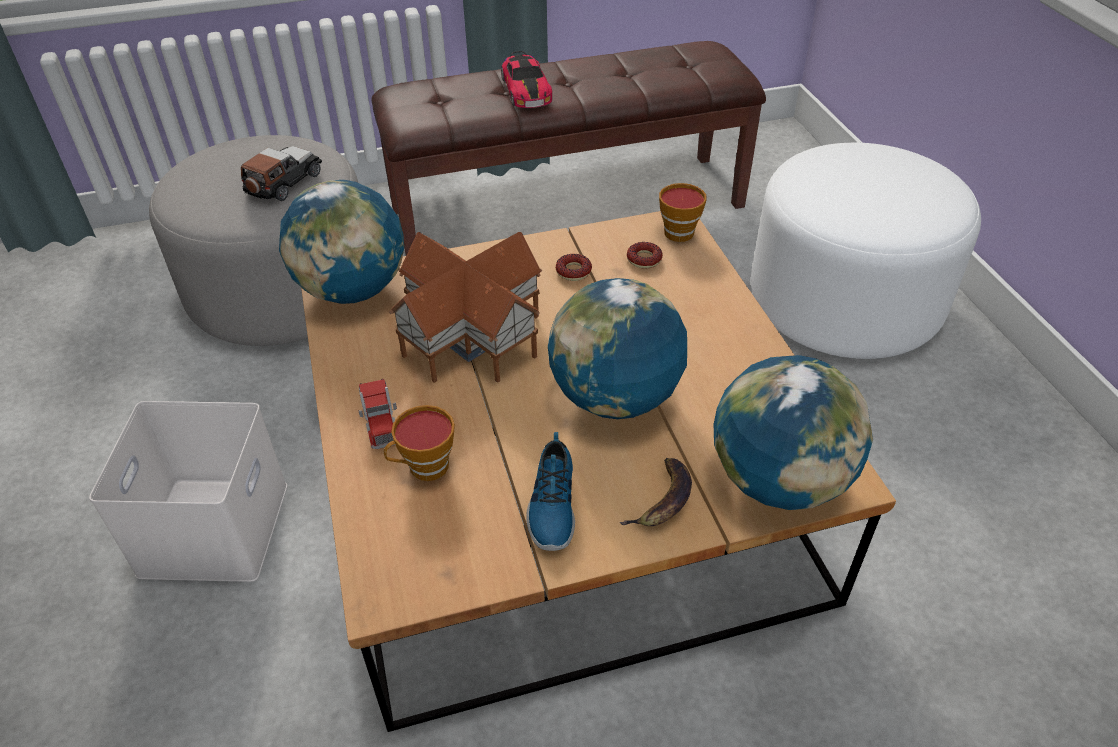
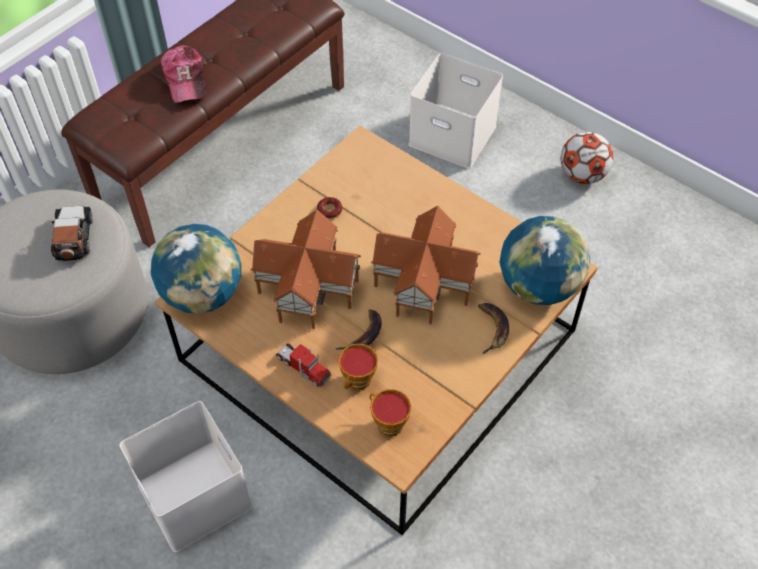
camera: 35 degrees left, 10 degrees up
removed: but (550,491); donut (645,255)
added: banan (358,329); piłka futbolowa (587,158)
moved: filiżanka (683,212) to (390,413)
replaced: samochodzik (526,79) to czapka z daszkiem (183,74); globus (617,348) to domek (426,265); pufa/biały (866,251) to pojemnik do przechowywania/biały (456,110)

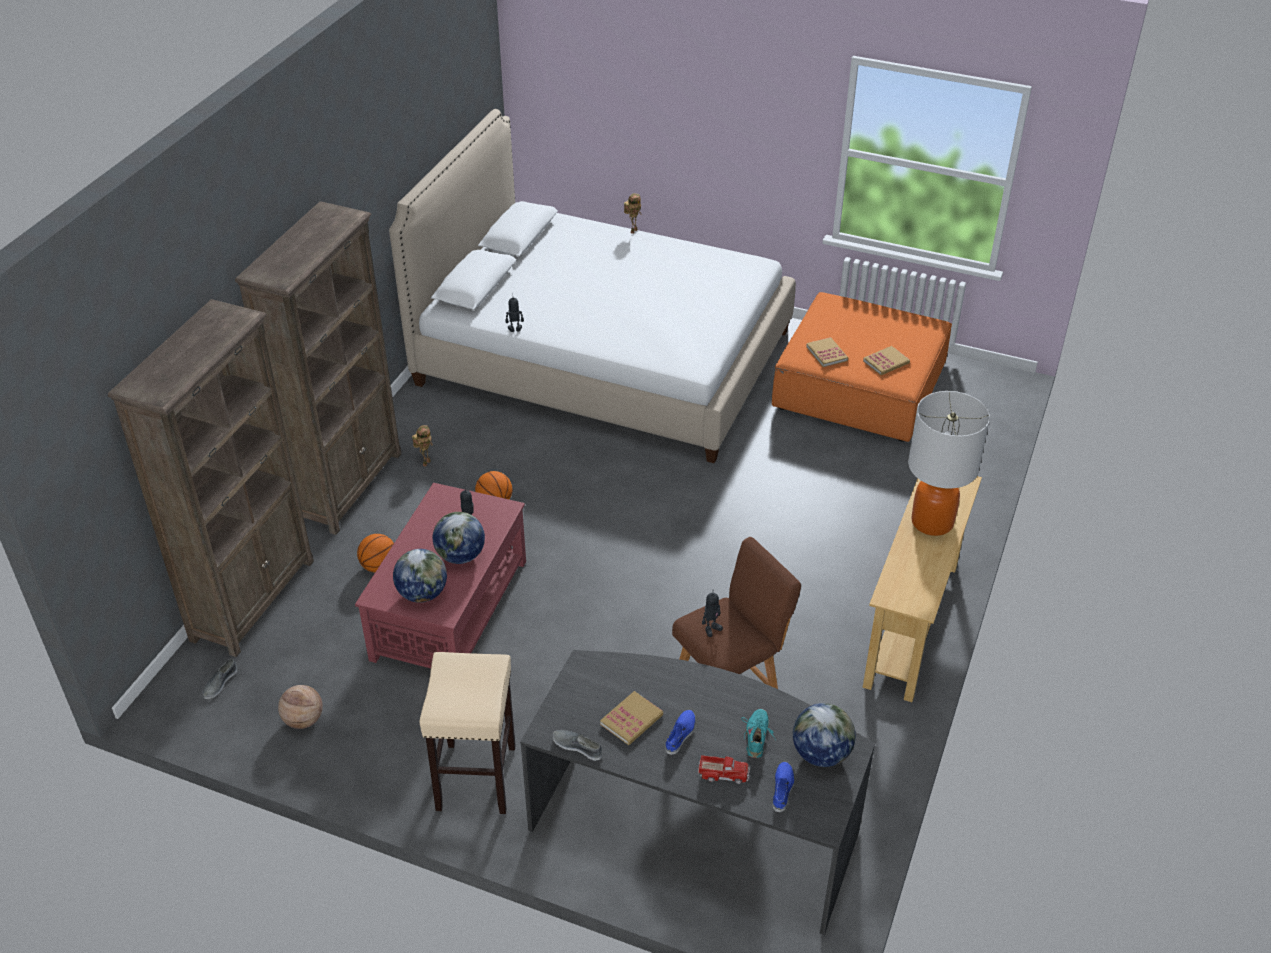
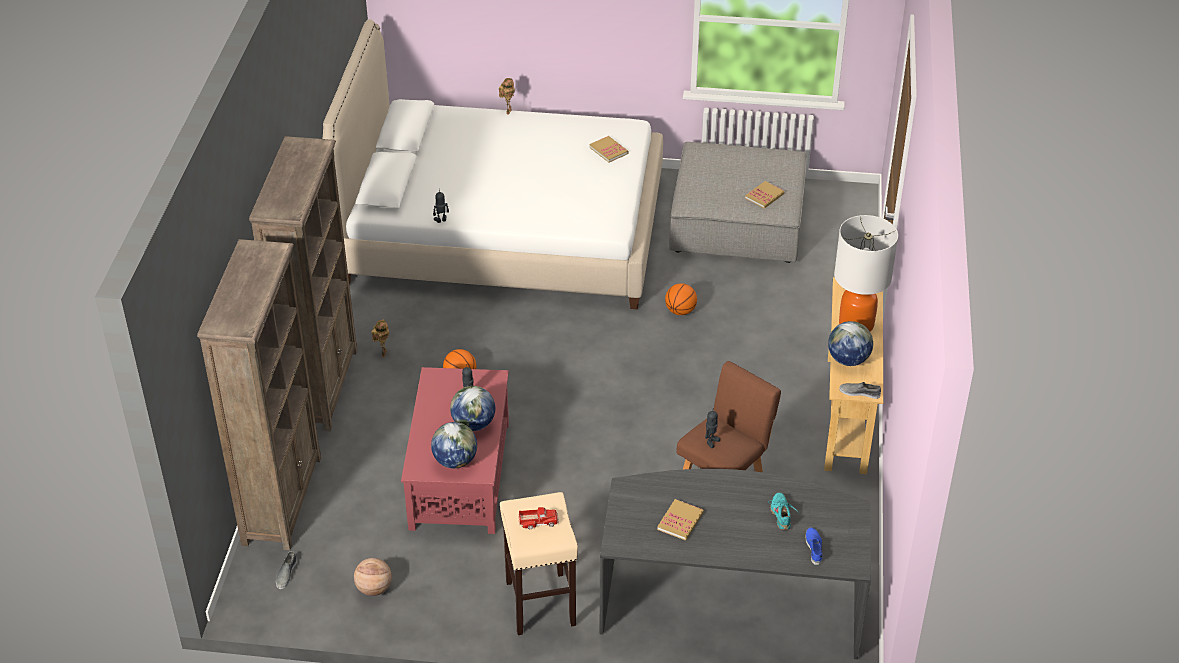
camera: 15 degrees left, 0 degrees up
removed: but/niebieski (680,732)
moved: piłka do koszykówki (375,553) to (681,299); but/szary (577,745) to (860,390); ciężarówka zabawkowa (724,769) to (538,518); globus (824,735) to (850,343); książka (827,352) to (608,149)
recoloured: pufa/pomarańczowy (862,367) to pufa/szary (738,202)

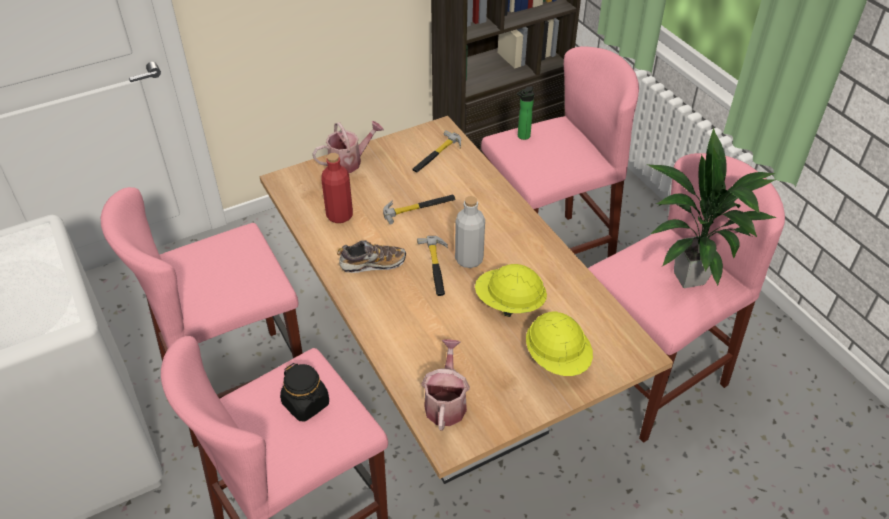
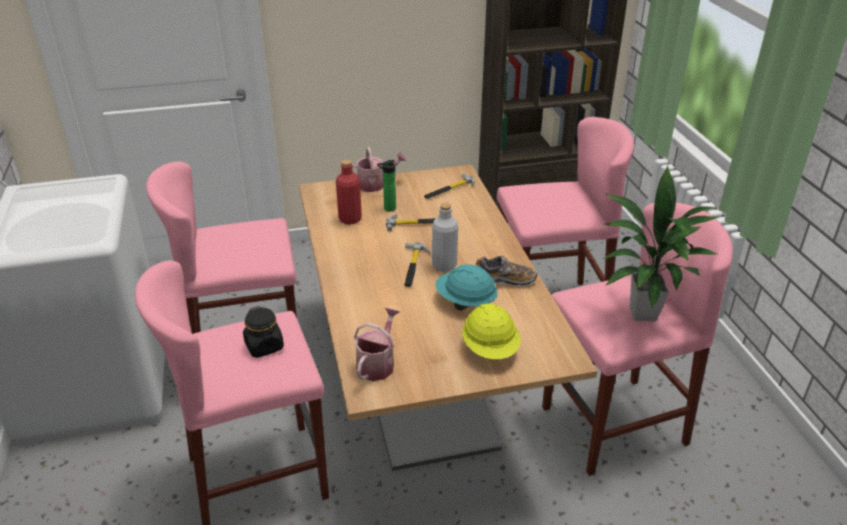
camera: 15 degrees right, 10 degrees down
moved: but (371,256) to (506,271); butelka (525,113) to (386,186)
recoloured: kask/żółty (511,290) to kask/turkusowy (466,287)

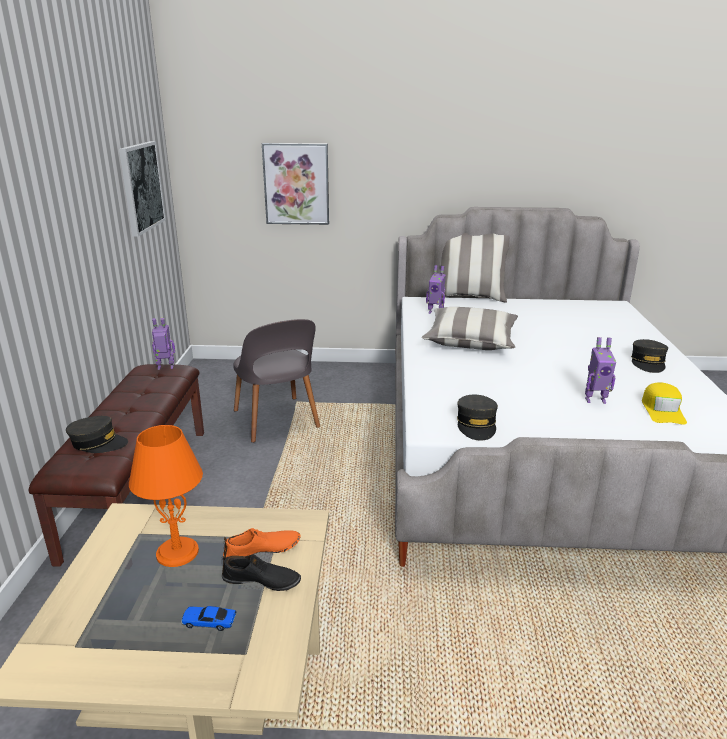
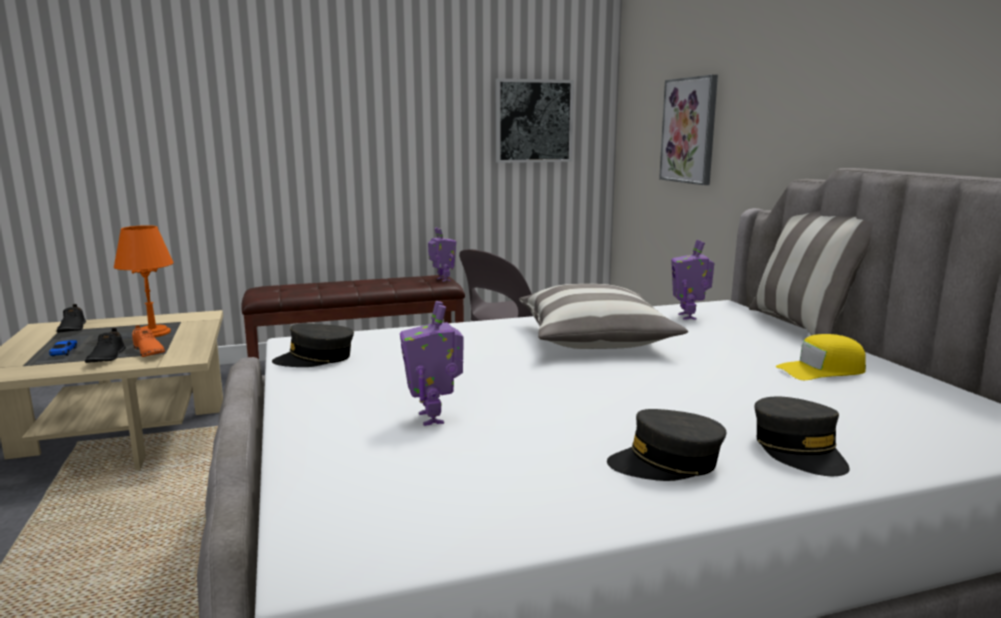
camera: 70 degrees right, 10 degrees down
added: but/czarny (71,318)
moved: czapka z daszkiem/szary (97,434) to (802,436); czapka z daszkiem/żółty (664,403) to (820,357)

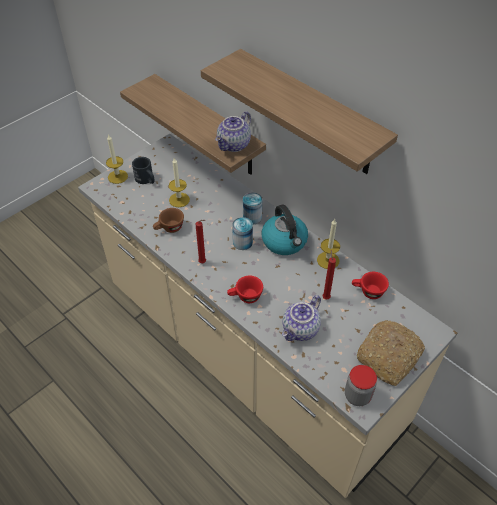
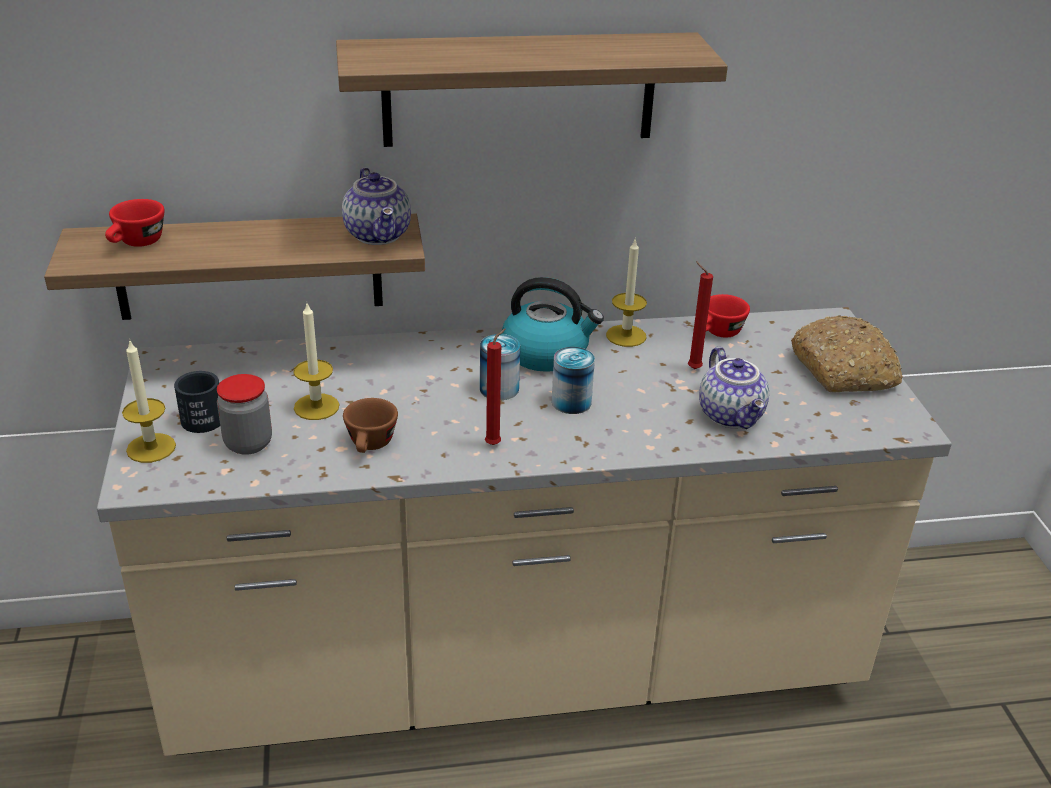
camera: 55 degrees left, 15 degrees down
moved: filiżanka/czerwony (245,289) to (134,223); puszka (252,208) to (573,380); słoik (361,385) to (244,414)

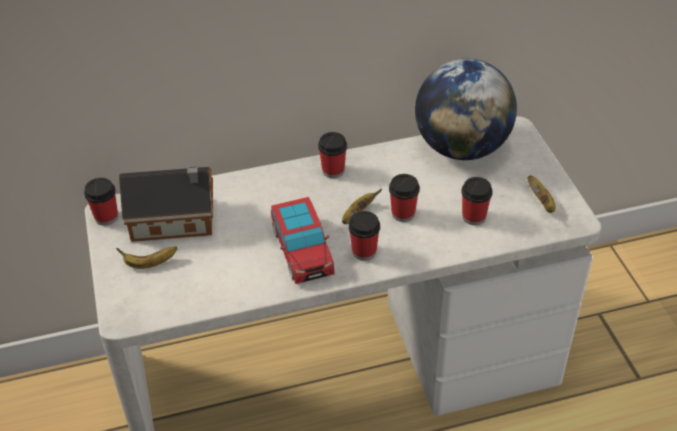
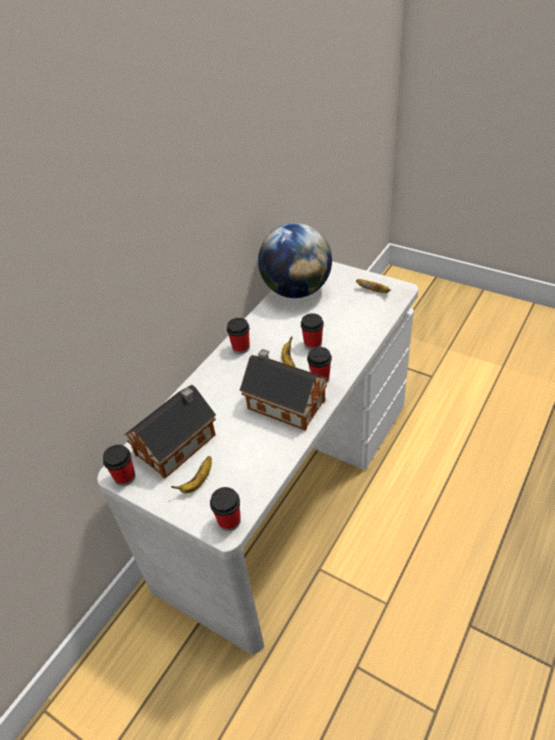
camera: 40 degrees left, 0 degrees up
moved: filiżanka (477,201) to (225,509)
replaced: samochodzik (303,240) to domek (284,390)

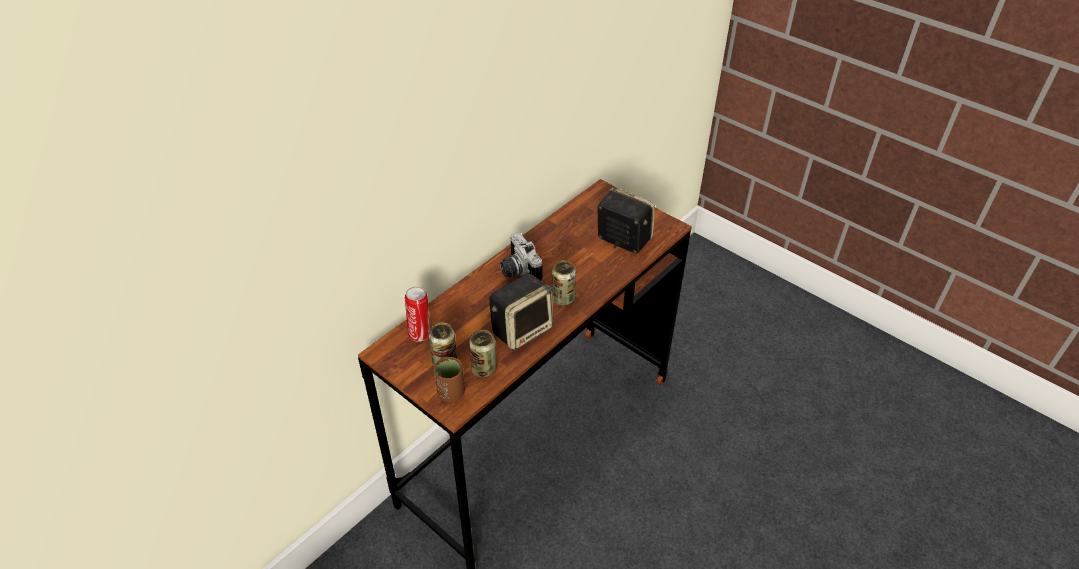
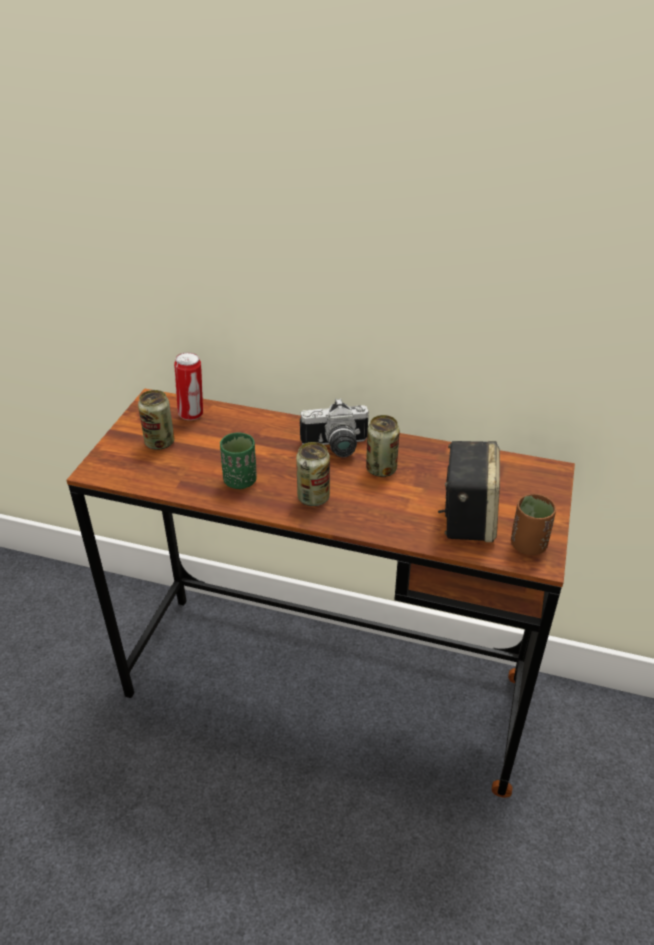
camera: 65 degrees right, 5 degrees down
moved: filiżanka/brązowy (449,379) to (534,524); puszka (483,354) to (383,446)
replaced: głośnik (521,312) to filiżanka/zielony (238,460)
turned: aparat fotograficzny (521,256) = (334,427) 135 degrees counterclockwise

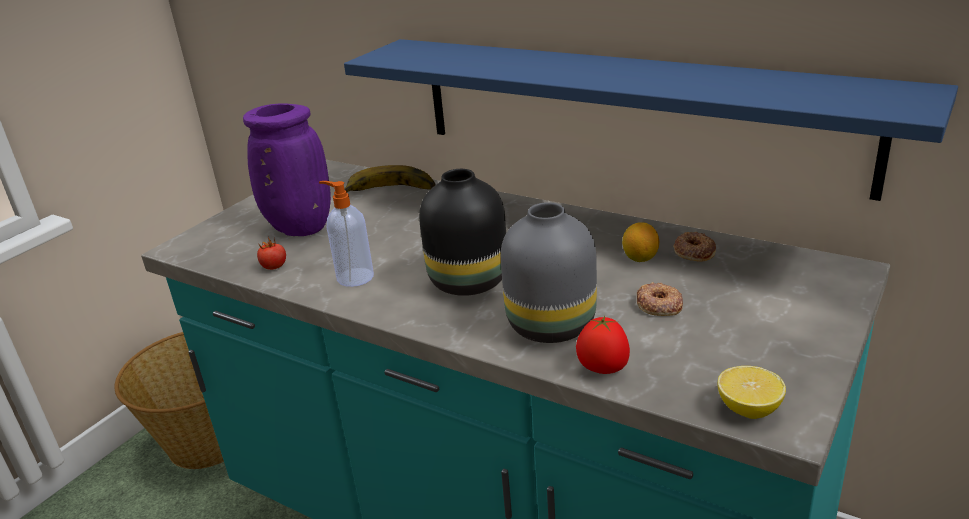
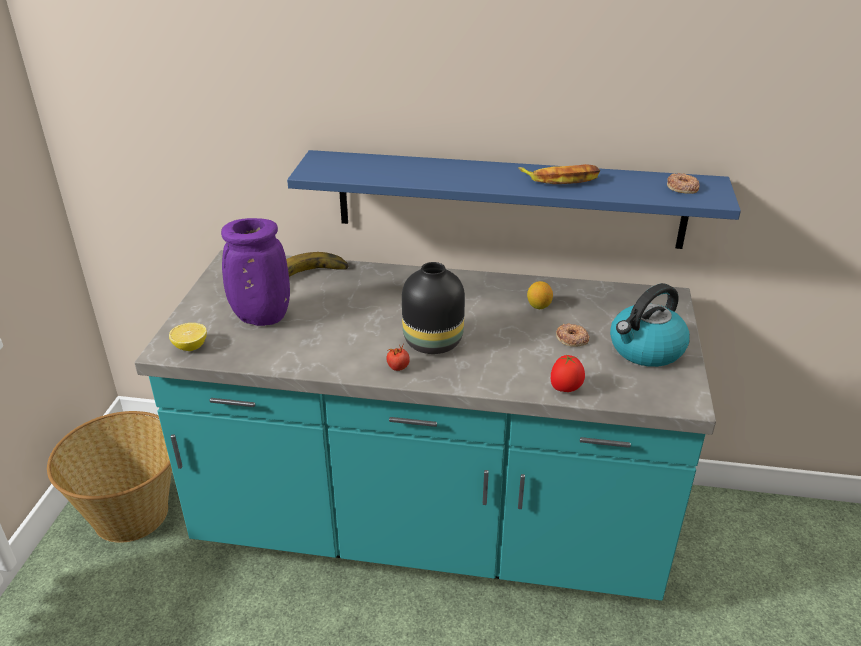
camera: 25 degrees left, 5 degrees up
removed: dozownik mydła (346,234); wazon/szary (549,272)
added: banan (559,174); czajnik (650,325)
moved: pomidor (271,253) to (398,358); donut (694,247) to (683,183); cytryna (751,392) to (188,337)

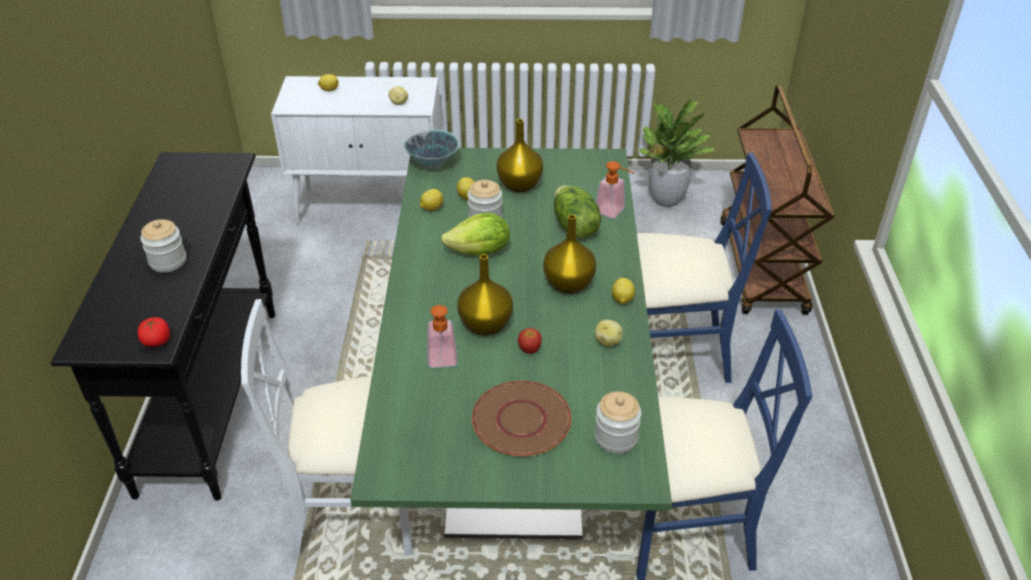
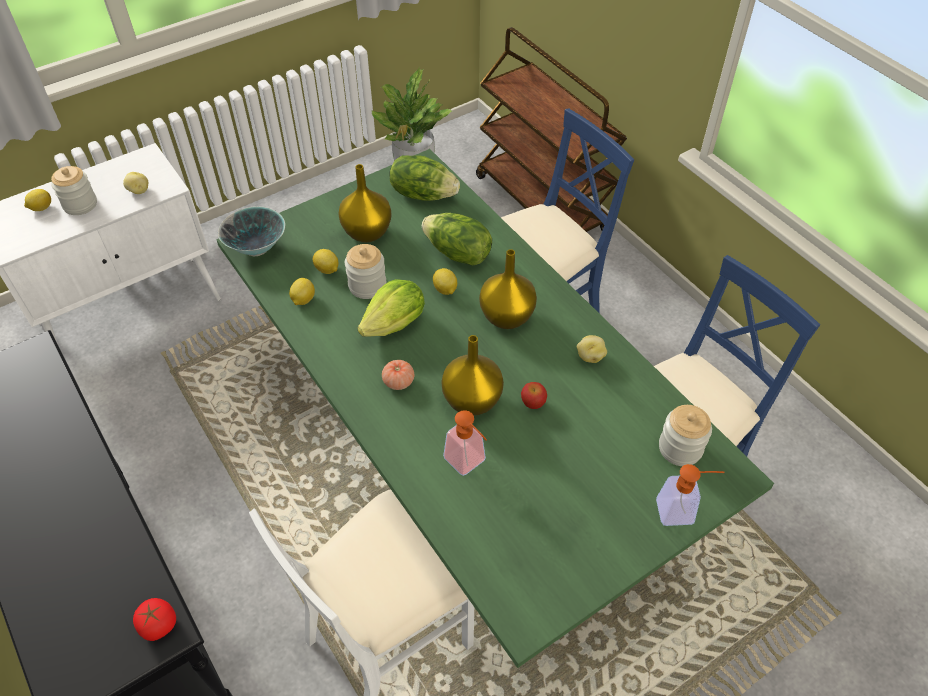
camera: 35 degrees left, 10 degrees up
removed: talerz/brązowy (521,418)
added: pomidor (398,375); sałata (424,178)
moved: słoik (163,246) to (74,190); dozownik mydła (615,190) to (690,495); cytryna (623,291) to (445,281)

